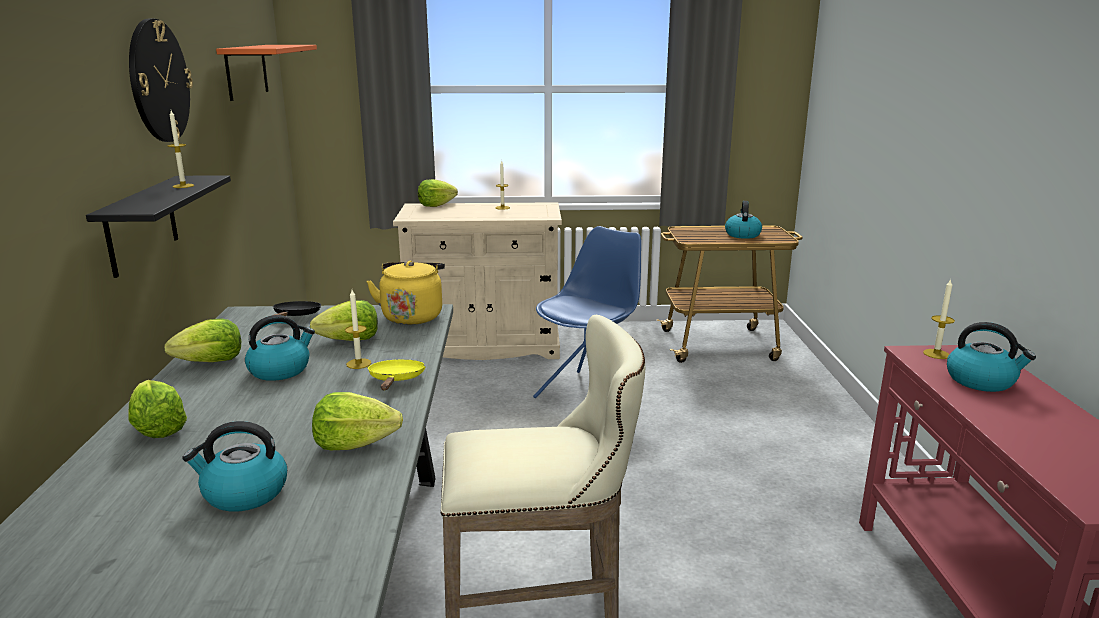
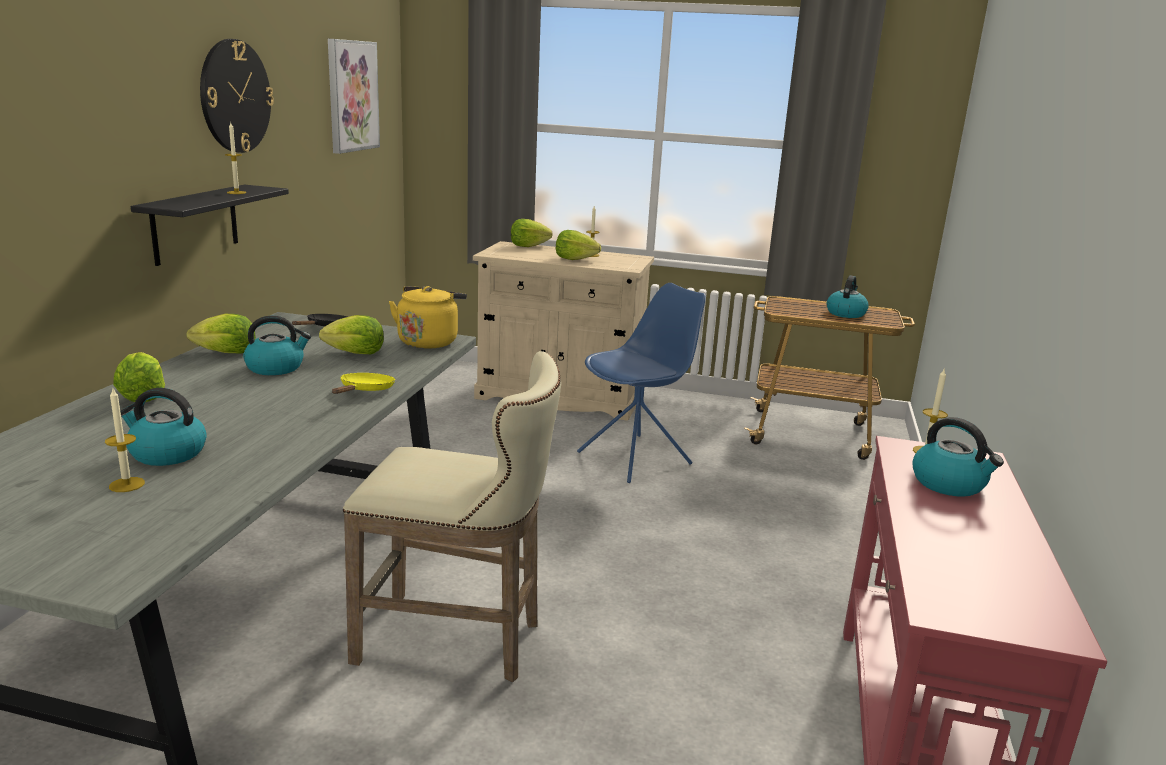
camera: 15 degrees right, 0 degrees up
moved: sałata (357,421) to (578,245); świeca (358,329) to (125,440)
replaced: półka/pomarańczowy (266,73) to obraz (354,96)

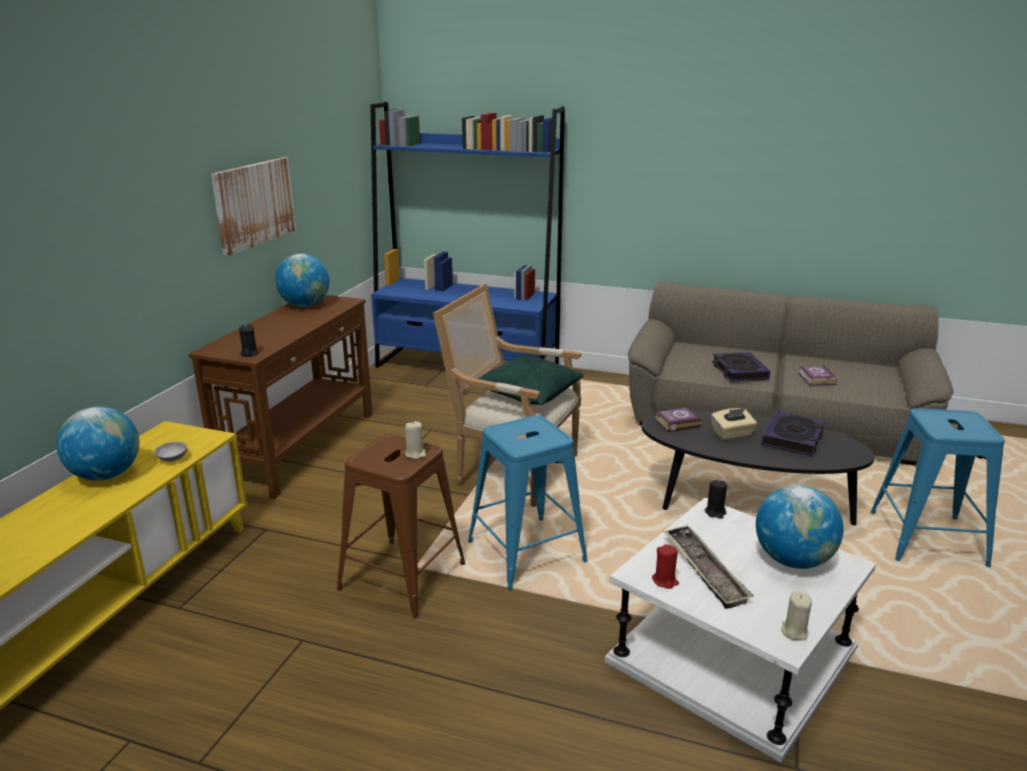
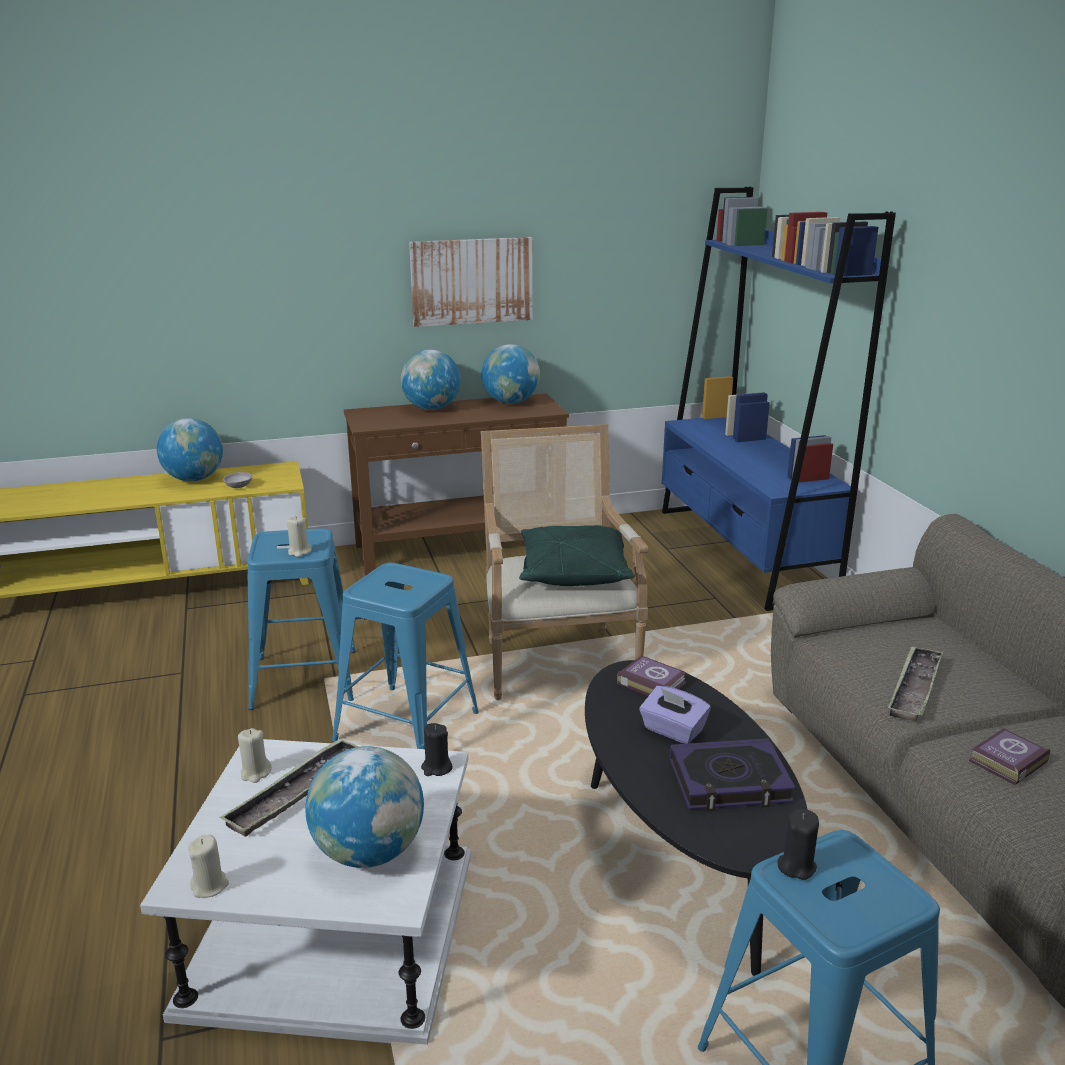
camera: 55 degrees right, 0 degrees up
added: globus (431,379)
moved: świeca/czarny (248,340) to (798,844)
replaced: książka (741,367) to taca (915,683)
recoloured: stołek/brązowy (401,526) to stołek/niebieski (301,619); świeca/czerwony (665,566) to świeca/beżowy (255,755); pudełko chusteczek/beżowy (734,424) to pudełko chusteczek/fioletowy (675,715)

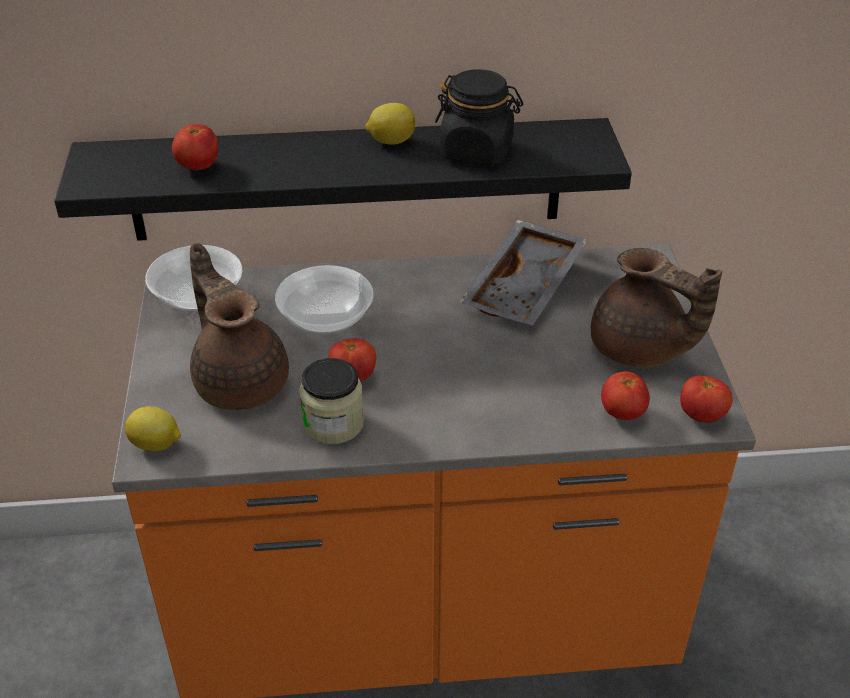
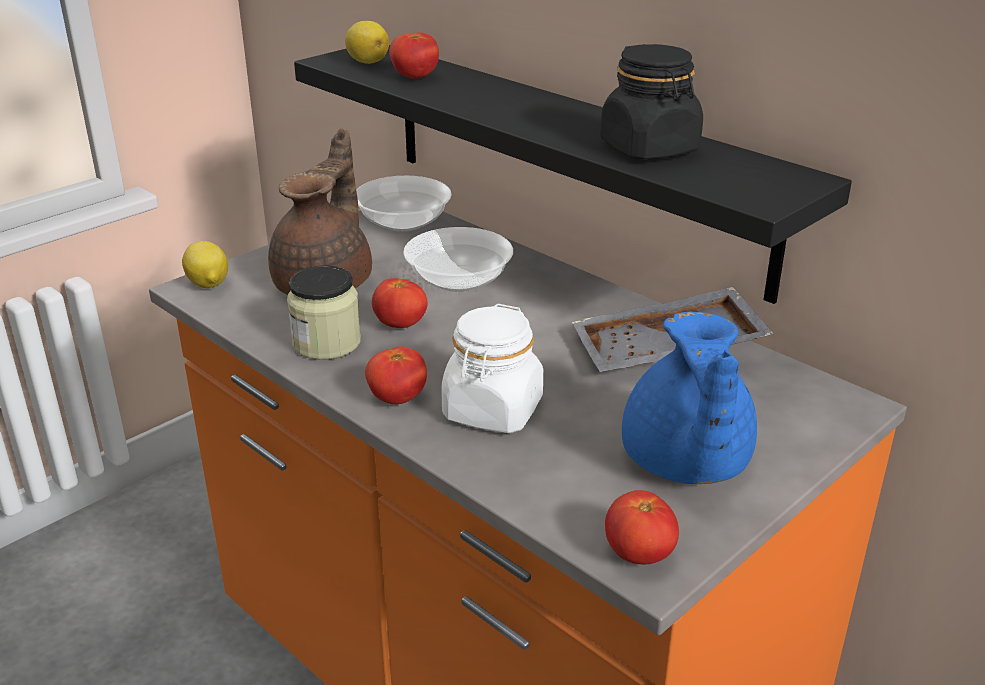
camera: 50 degrees right, 10 degrees down
added: słoik/biały (492,368)
moved: cytryna (390,124) to (367,42); pomidor (625,395) to (396,375)
recoloured: imbryk/brązowy (656,307) to imbryk/niebieski (689,398)

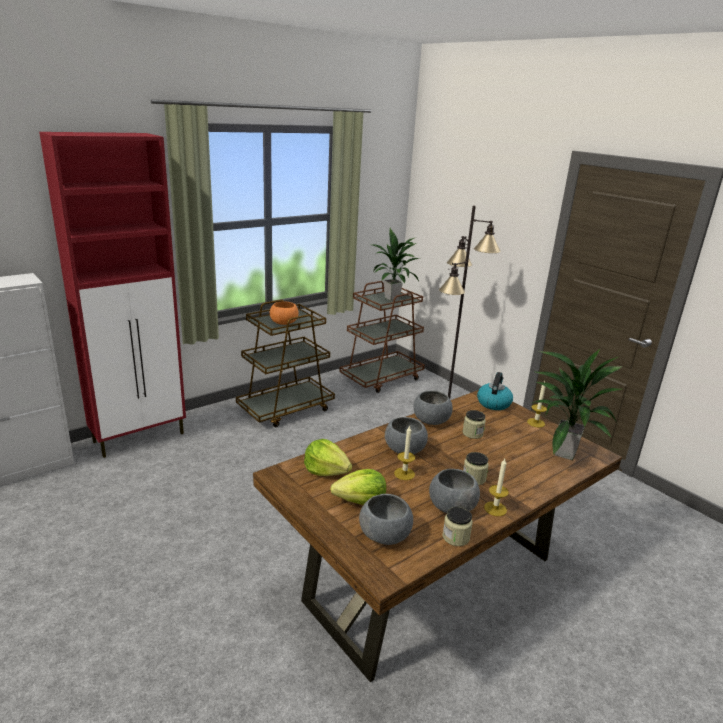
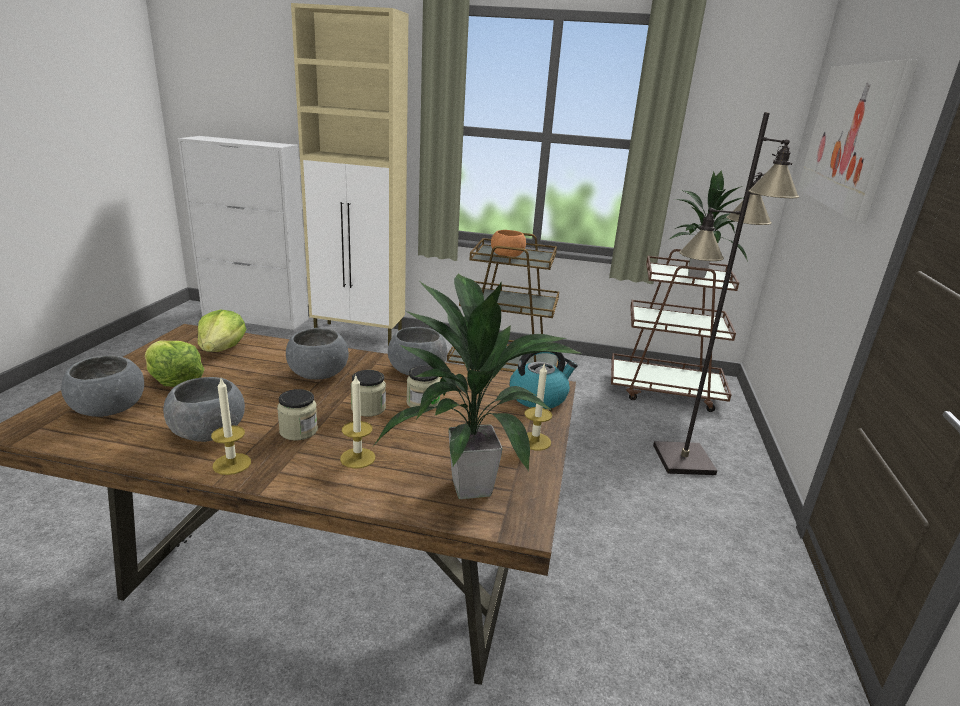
camera: 50 degrees right, 0 degrees up
added: obraz (858,141)
moved: świeca (404,452) to (357,422); słoik (457,526) to (368,393)
recoloured: szafka/czerwony (112,295) to szafka/beżowy (349,174)

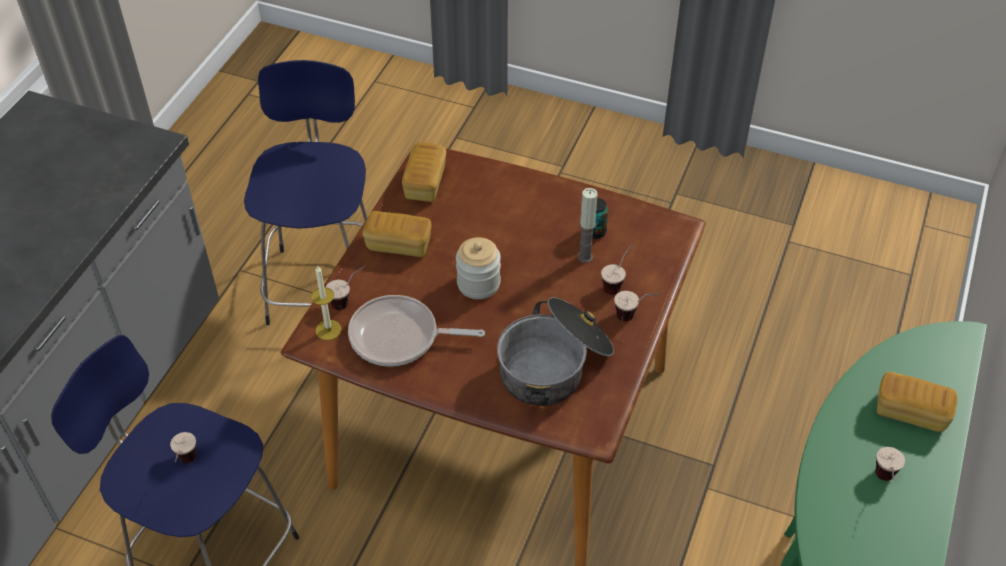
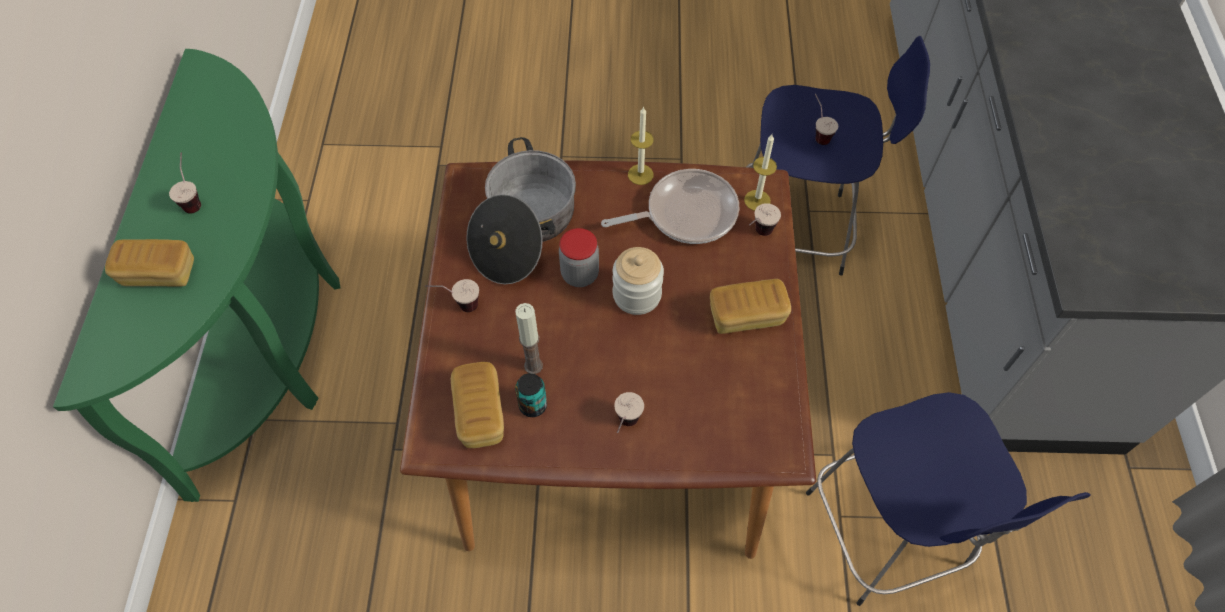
camera: 160 degrees right, 10 degrees up
added: słoik (579,257); świeca (641,145)
moved: chleb (424,172) to (477,405); filiżanka (617,269) to (629,412)

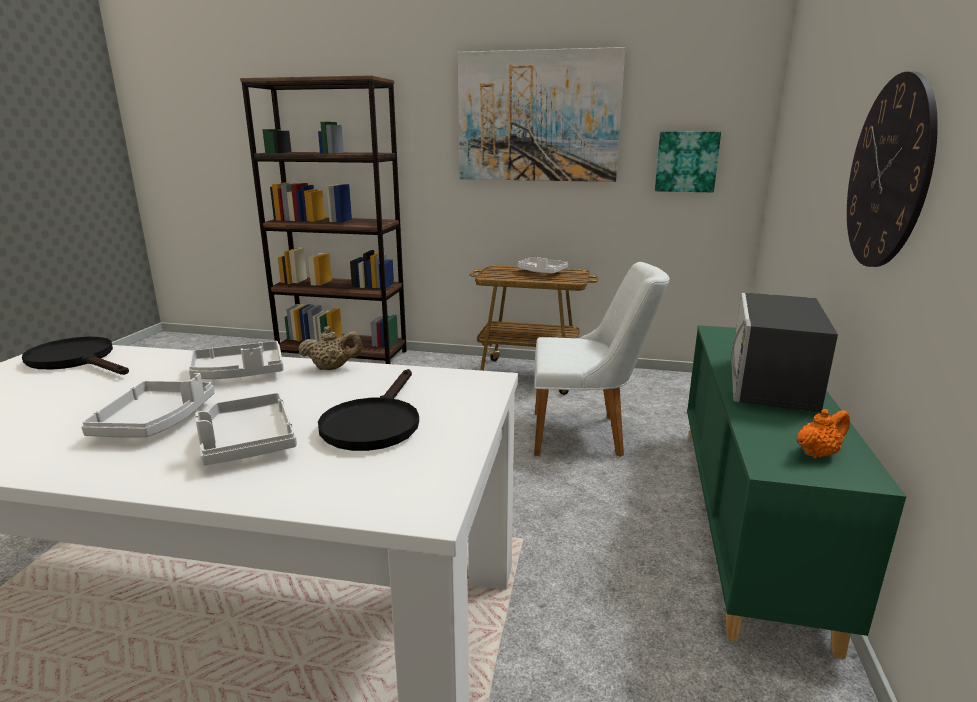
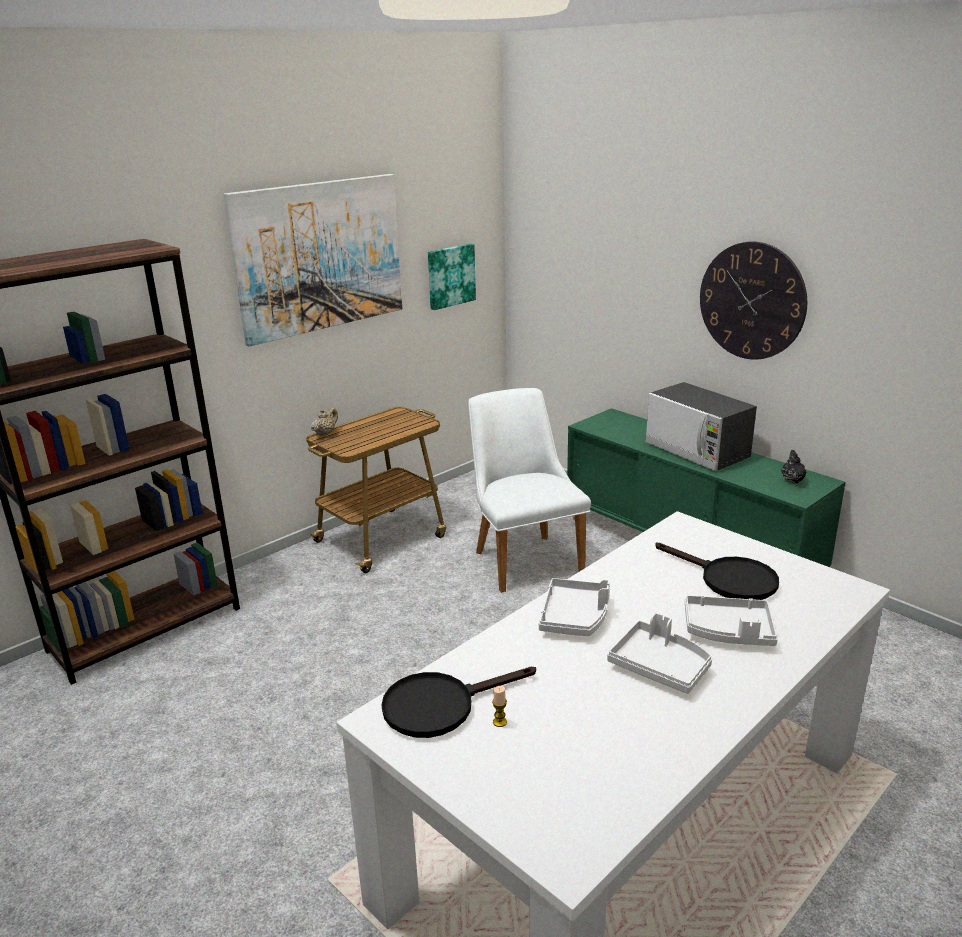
camera: 55 degrees left, 5 degrees up
removed: taca/biały (543,265)
added: świeca (499,706)
moved: imbryk/beżowy (330,348) to (324,421)
recoloured: imbryk/pomarańczowy (823,434) to imbryk/czarny (794,466)
turned: krzesło/biały (601,359) = (530,490) 60 degrees counterclockwise

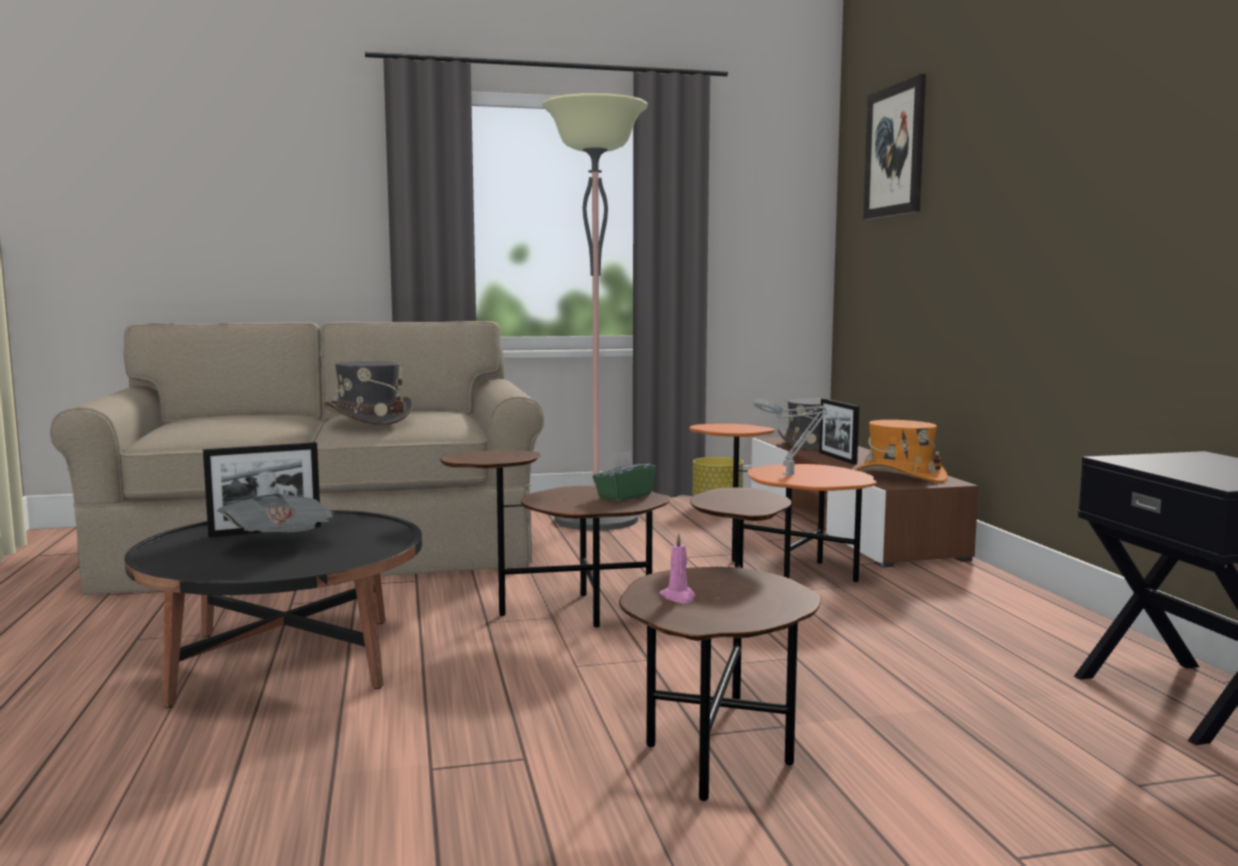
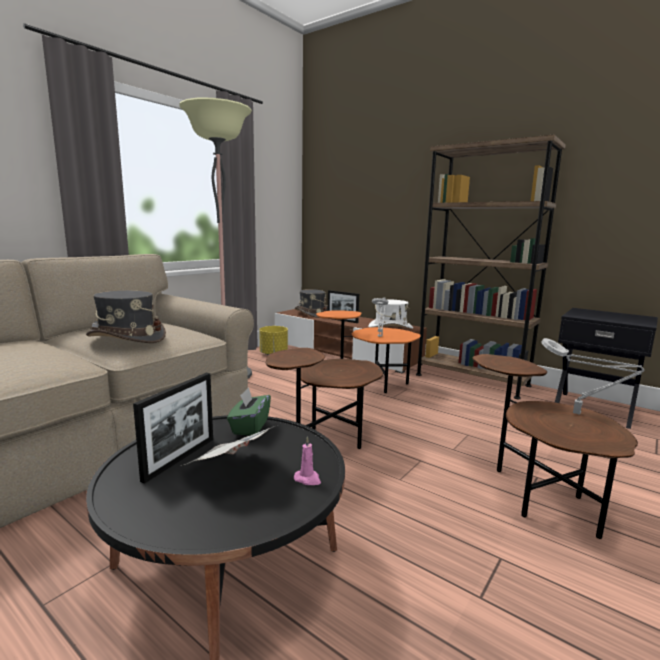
camera: 40 degrees left, 5 degrees up
removed: obraz (894,147)
added: regał/brązowy (491,267); lampa stołowa/szary (592,376)
moved: pudełko chusteczek/zielony (624,476) to (249,411); świeca/różowy (677,568) to (307,460)
recoloured: kapelusz/pomarańczowy (901,451) to kapelusz/biały (390,314)

